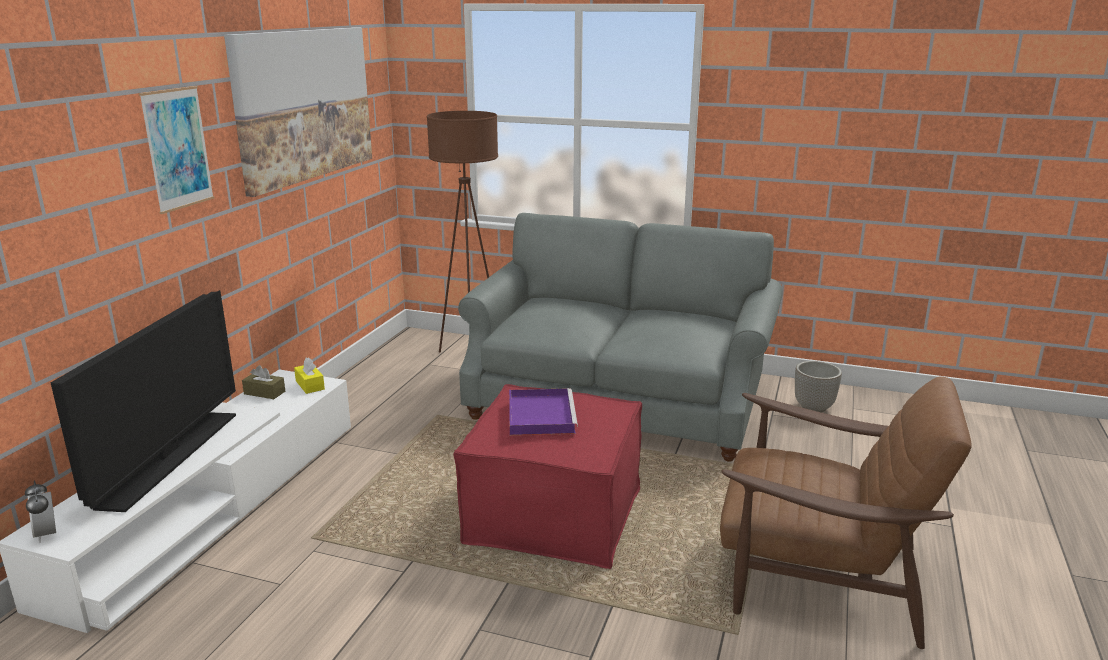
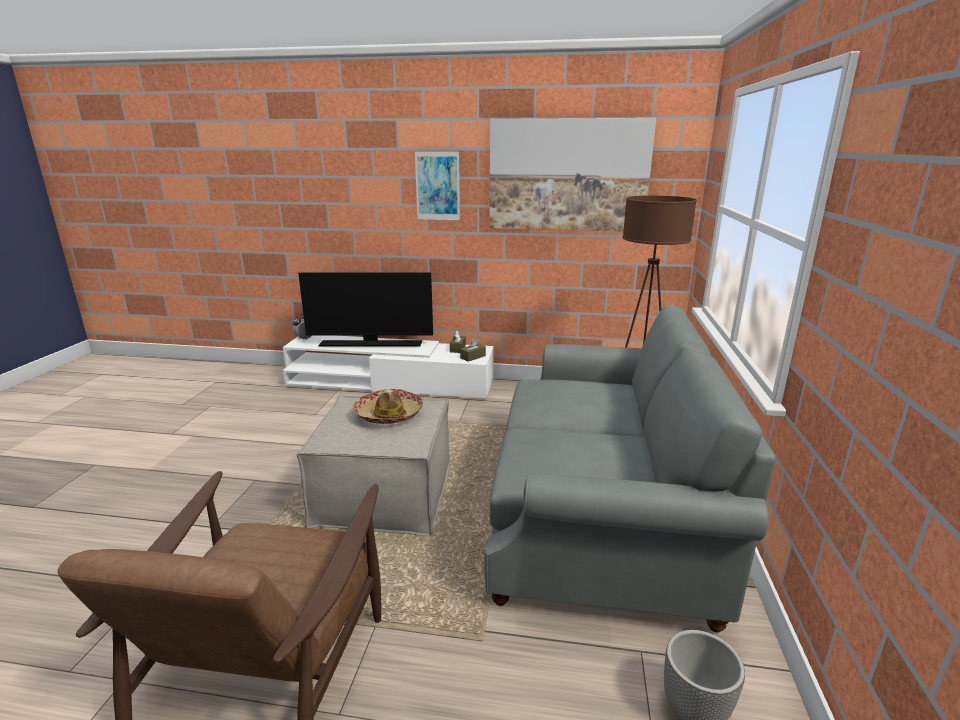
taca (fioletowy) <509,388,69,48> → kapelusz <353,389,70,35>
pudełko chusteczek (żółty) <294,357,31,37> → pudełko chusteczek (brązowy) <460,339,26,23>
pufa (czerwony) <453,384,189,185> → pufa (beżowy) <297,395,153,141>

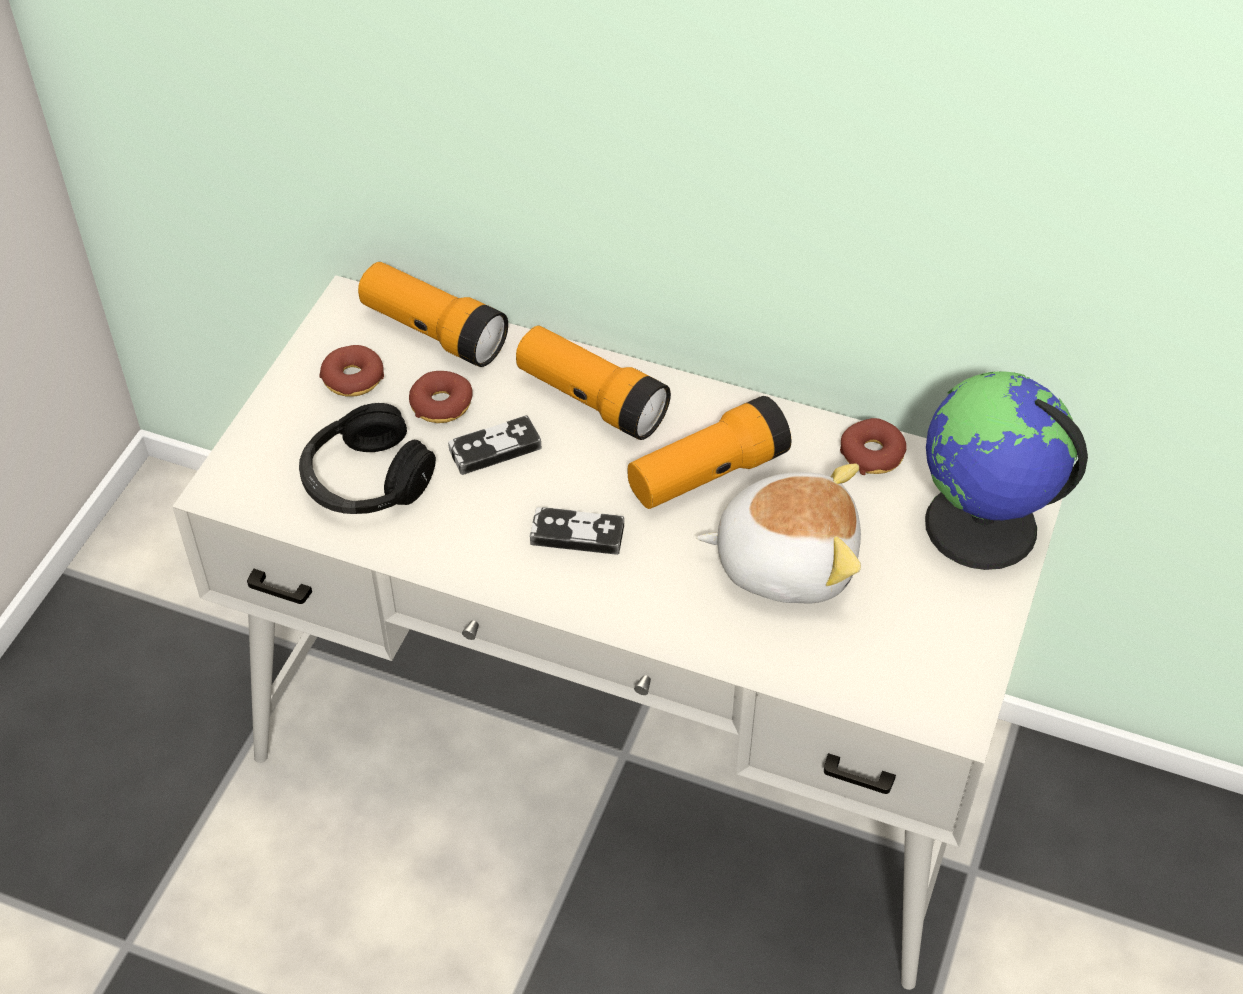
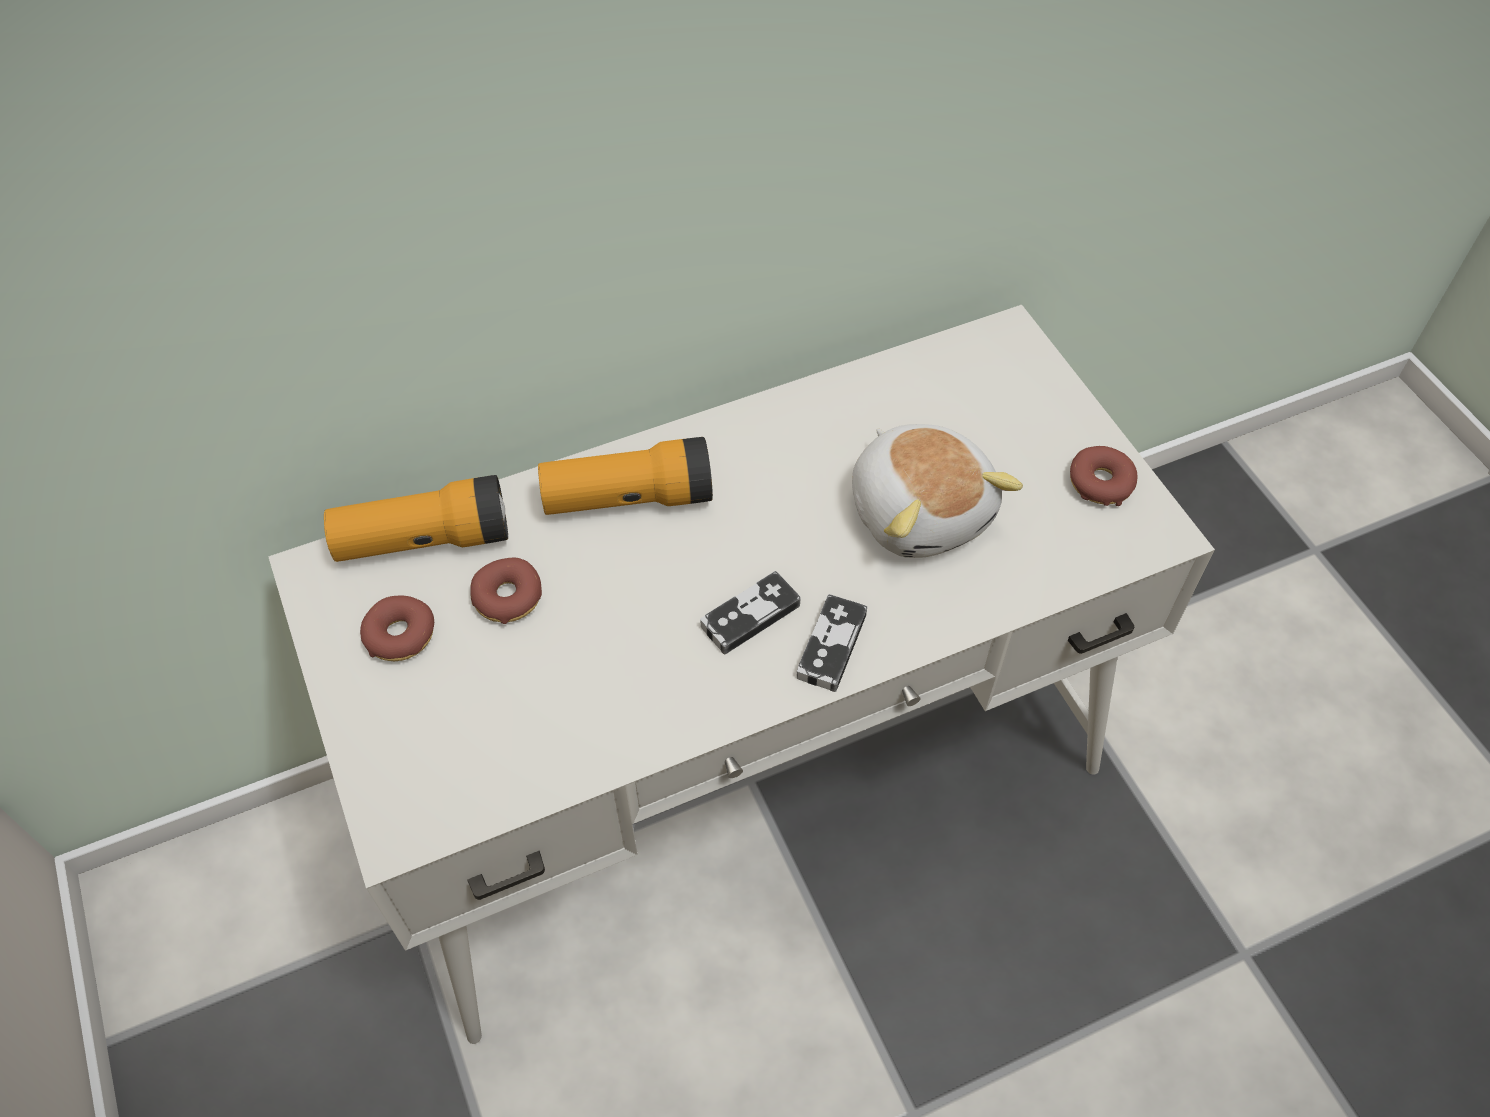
słuchawki (czarny) <299,403,137,111> → -
latarka <628,396,163,113> → -
globus <925,371,163,199> → -
pad do gier <448,415,93,60> → pad do gier <796,594,71,98>, move
donut <840,418,67,57> → donut <1070,446,67,60>, move
pluszak <697,463,164,141> → pluszak <852,424,171,134>, 105 degrees clockwise

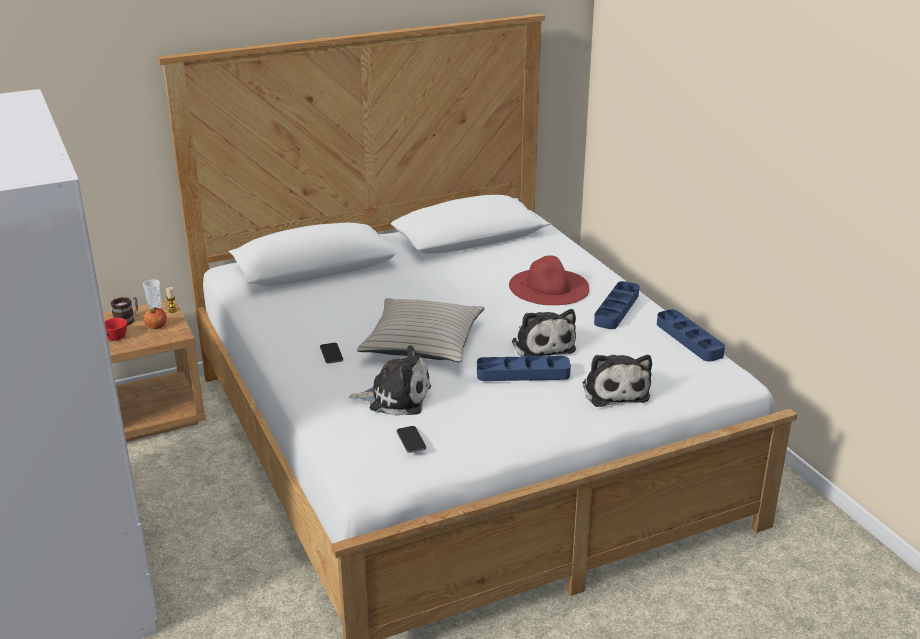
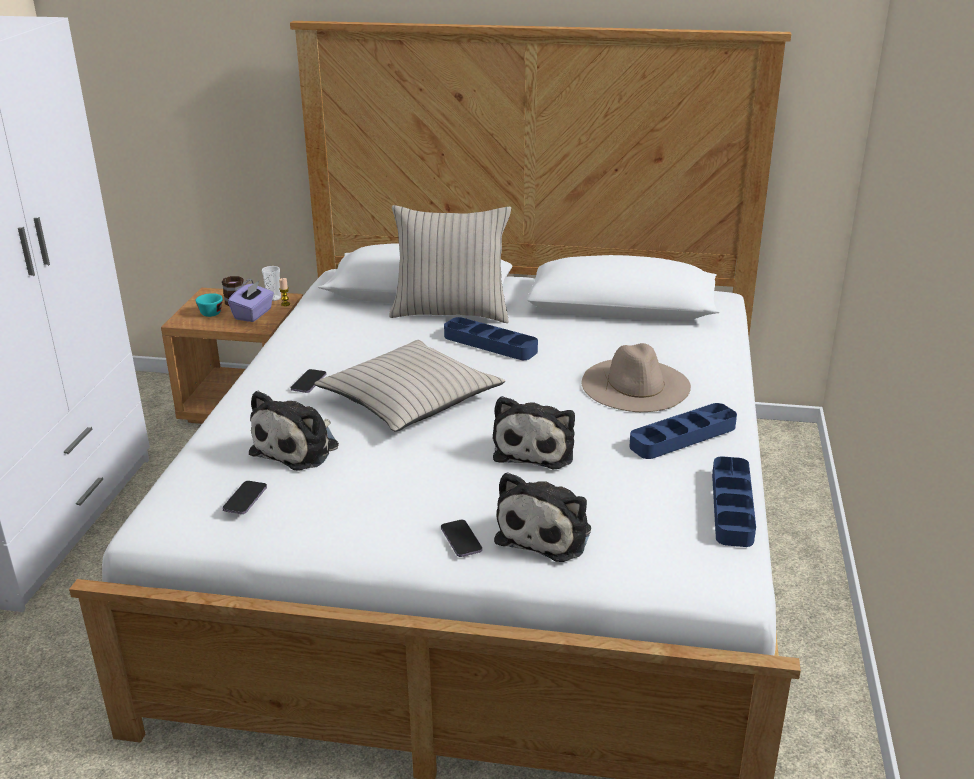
- → poduszka (beżowy) <389,205,122,118>
- → telefon <441,520,41,37>
taca (niebieski) <477,356,94,25> → taca (niebieski) <444,317,94,43>, move
jabłko <144,307,23,22> → pudełko chusteczek (fioletowy) <228,281,46,41>
filiżanka (czerwony) <104,318,23,22> → filiżanka (turkusowy) <196,293,27,24>
kapelusz (czerwony) <509,255,80,50> → kapelusz (beżowy) <582,343,109,69>
pluszak <349,345,82,71> → pluszak <249,391,90,80>, 75 degrees clockwise

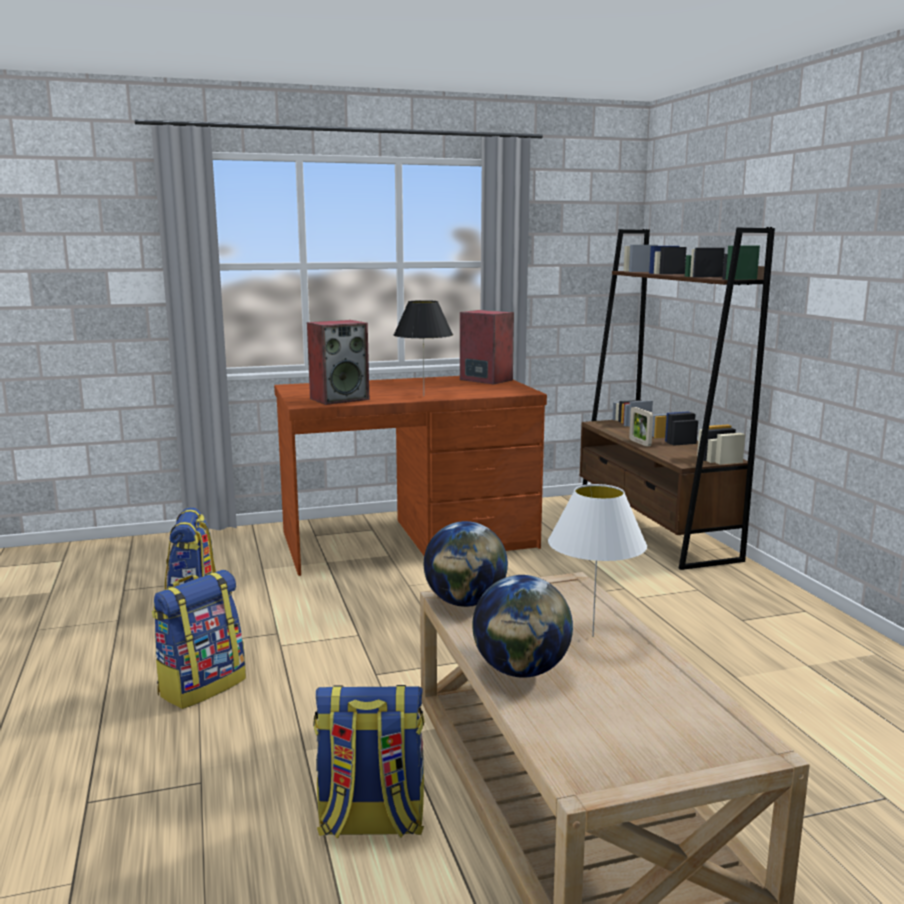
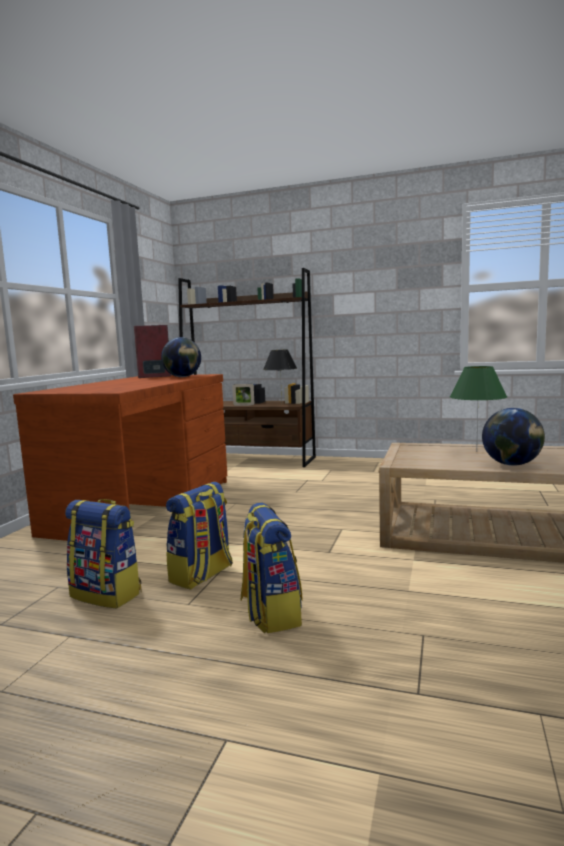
głośnik <307,320,62,85> → -
plecak <313,685,111,153> → plecak <166,482,67,107>, move
lampa stołowa (czarny) <394,300,59,93> → lampa stołowa (czarny) <263,350,34,55>, move
globus <424,521,84,86> → globus <161,337,40,40>, move
lampa stołowa (biały) <548,484,99,153> → lampa stołowa (zielony) <450,366,57,86>

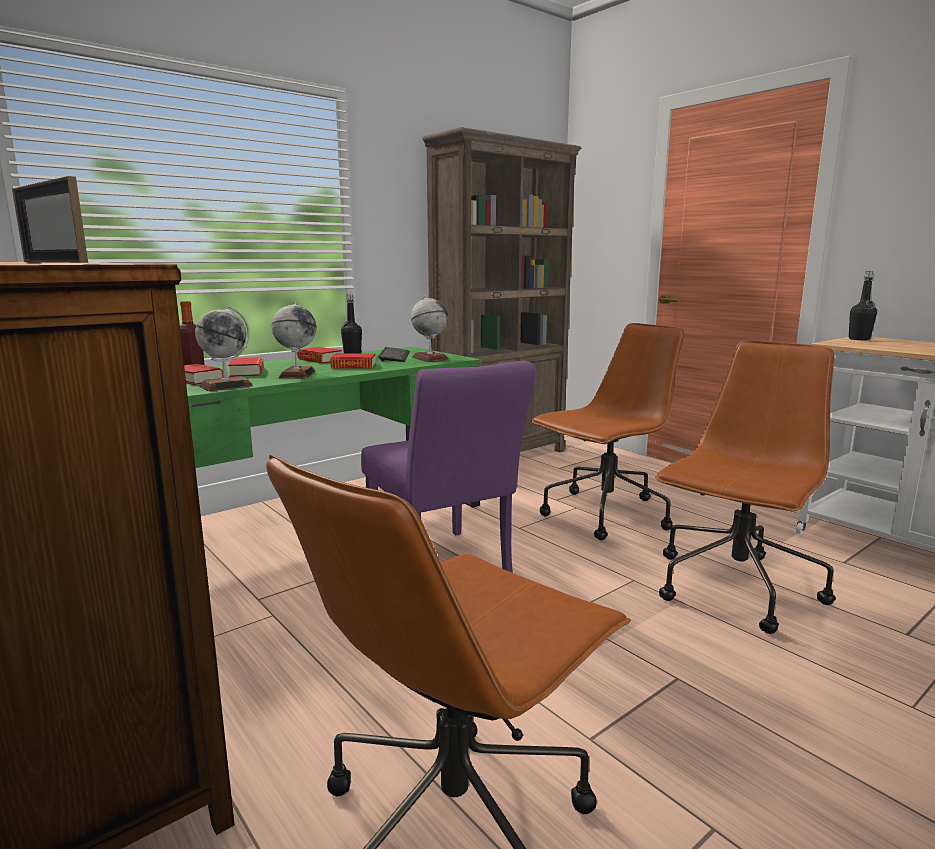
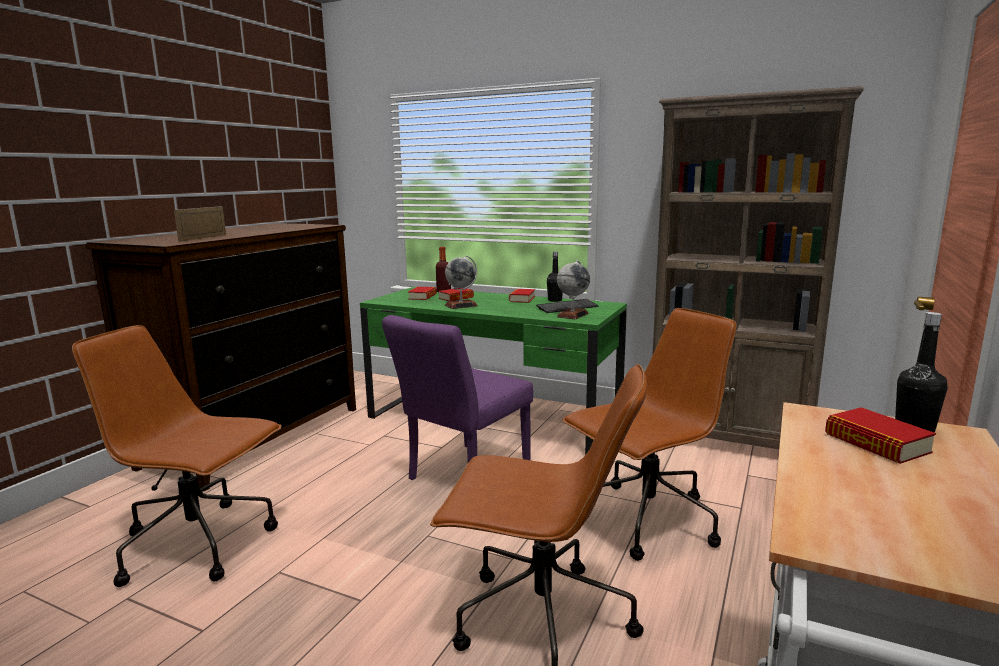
globus <195,306,58,85> → -
książka <330,353,46,15> → książka <825,407,111,57>, move
krzesło biurowe (brązowy) <531,323,154,217> → krzesło biurowe (brązowy) <562,308,175,253>, 60 degrees counterclockwise

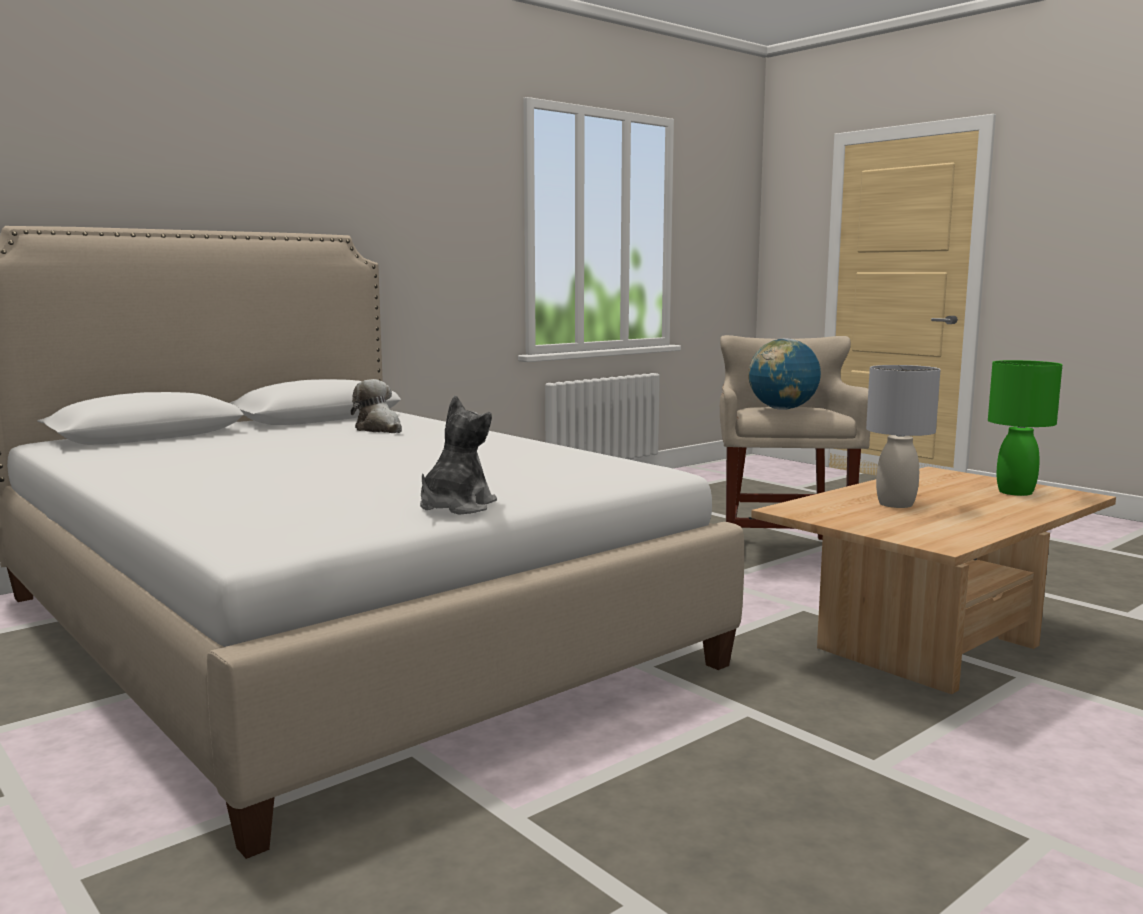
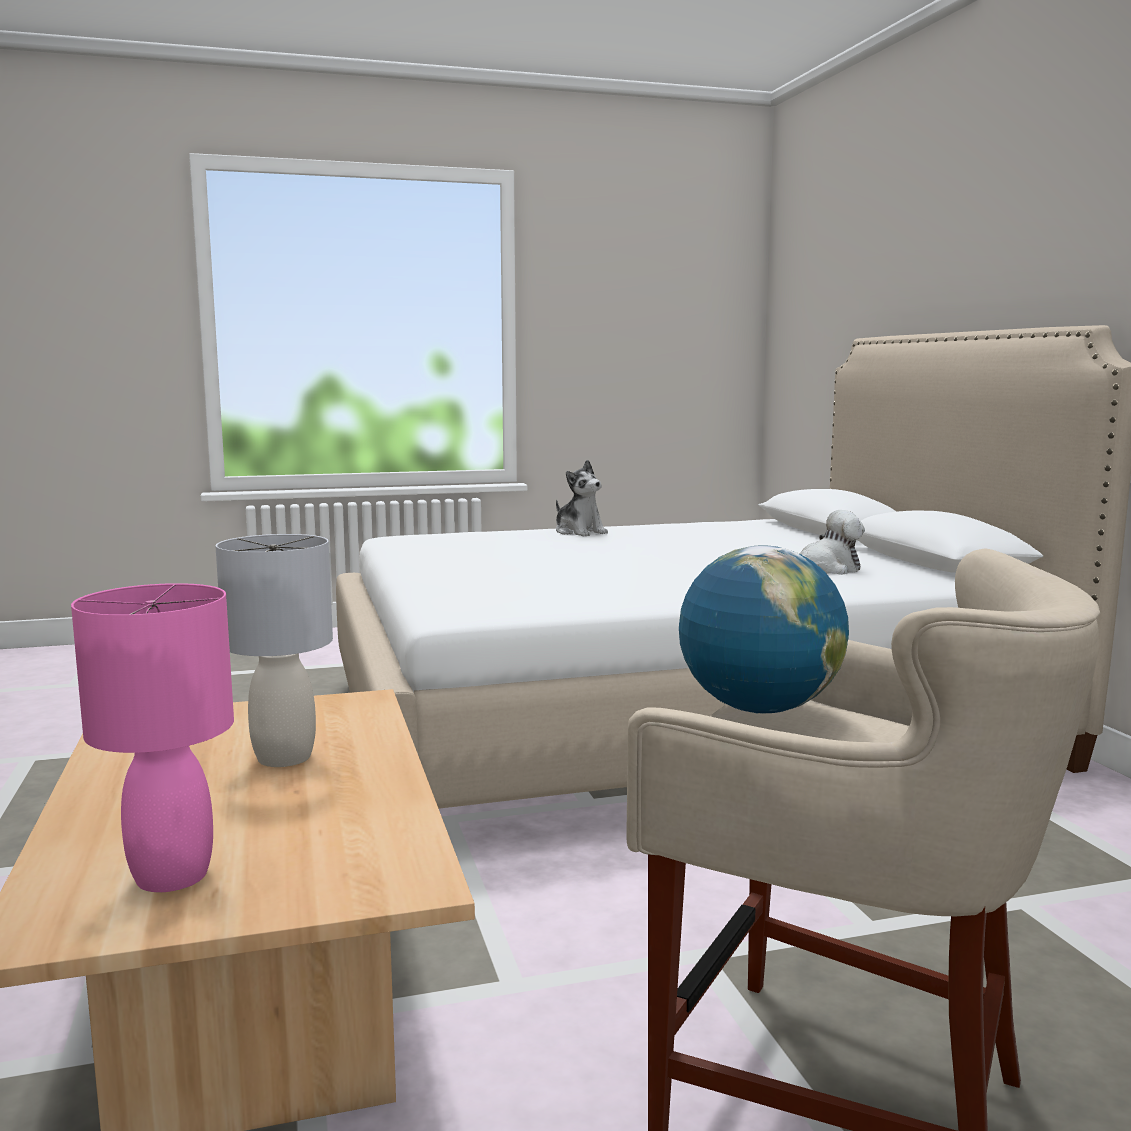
pluszak <420,395,77,120> → pluszak <556,460,52,76>, move
lampa stołowa (zielony) <988,360,75,136> → lampa stołowa (różowy) <71,583,163,309>

